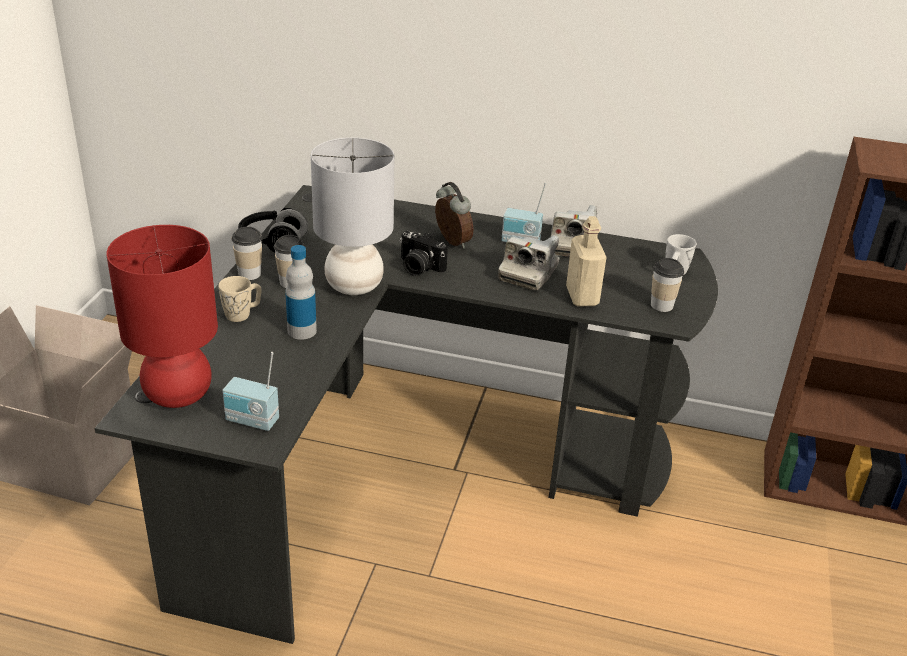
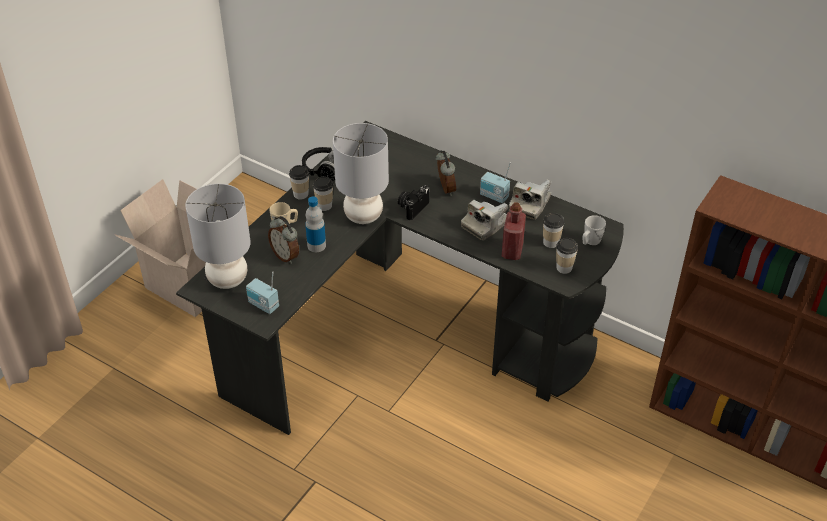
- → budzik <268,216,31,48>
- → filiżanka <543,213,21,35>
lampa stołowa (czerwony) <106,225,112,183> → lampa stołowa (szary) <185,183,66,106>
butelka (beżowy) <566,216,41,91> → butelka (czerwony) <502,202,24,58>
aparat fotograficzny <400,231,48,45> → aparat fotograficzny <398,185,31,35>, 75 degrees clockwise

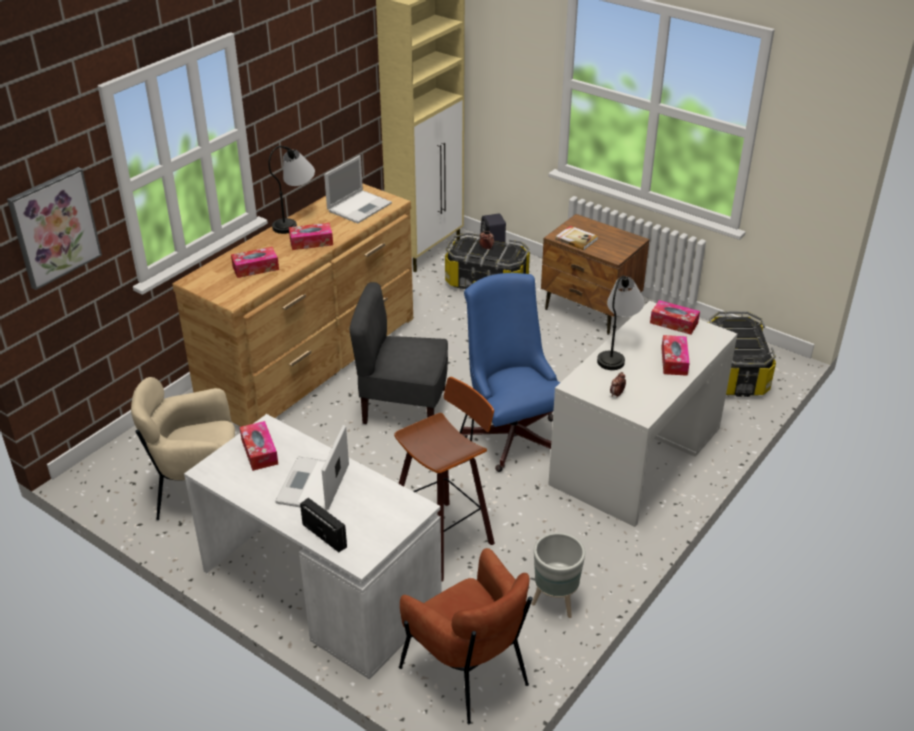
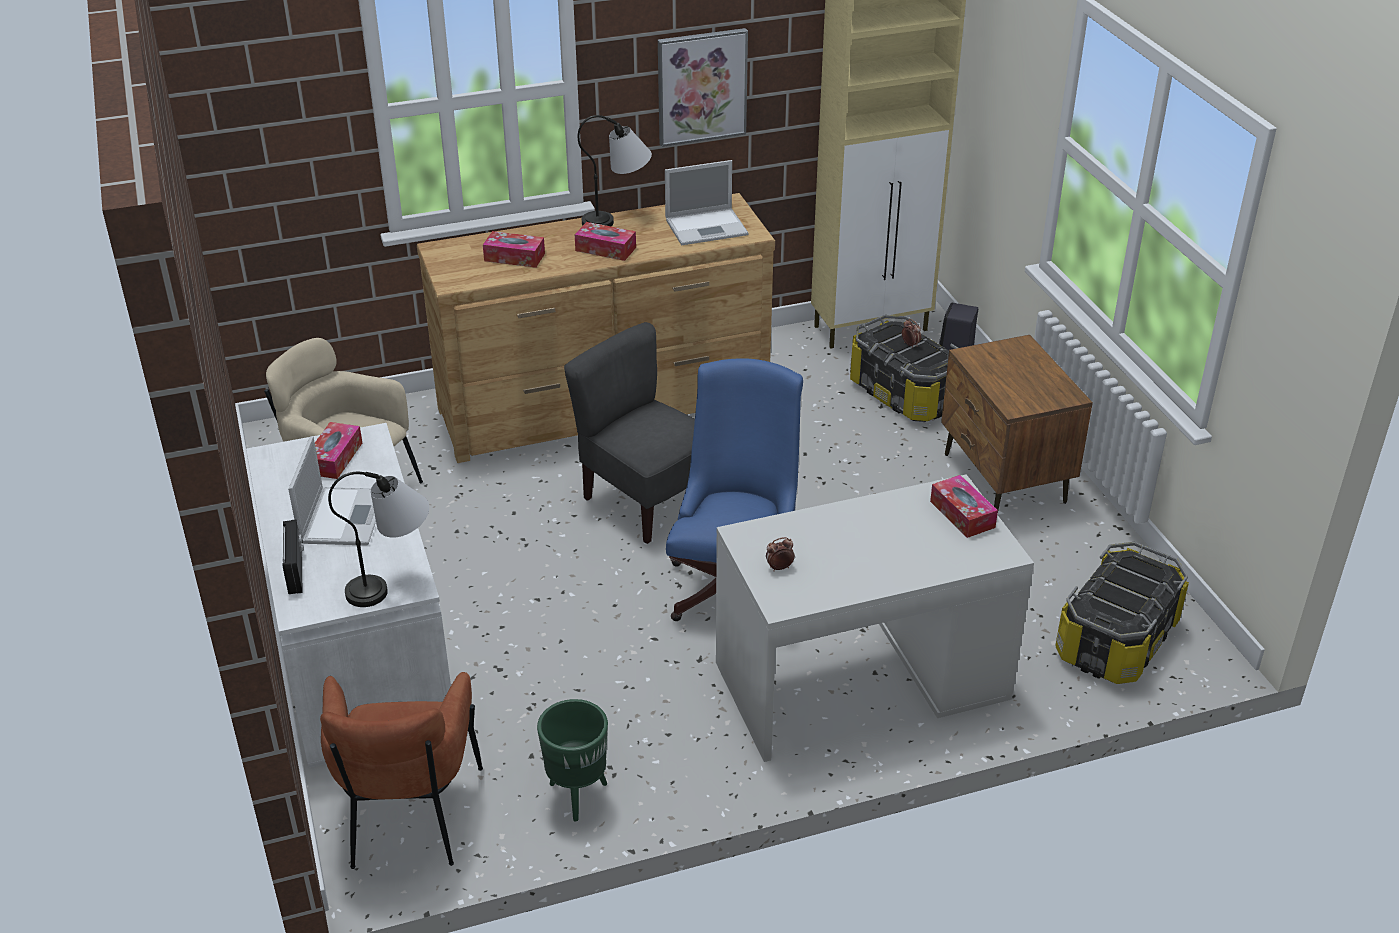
stołek <394,377,101,205> → -
książka <555,226,43,24> → -
pudełko chusteczek <661,335,29,41> → -
obraz <7,167,95,123> → obraz <658,28,90,119>, move
lampa stołowa <597,275,47,95> → lampa stołowa <328,472,101,135>, move
donica (szary) <532,533,53,85> → donica (zielony) <537,699,71,123>
laptop <275,425,74,85> → laptop <288,436,88,110>, 135 degrees clockwise

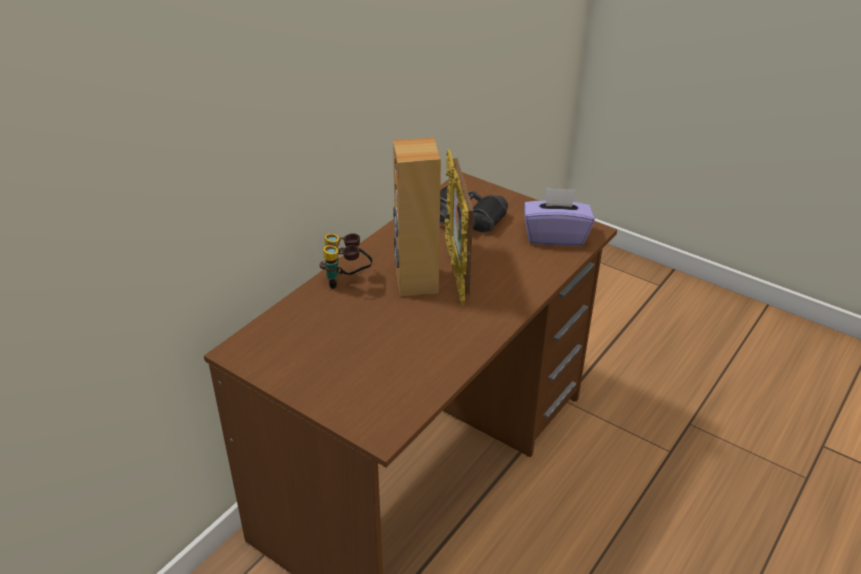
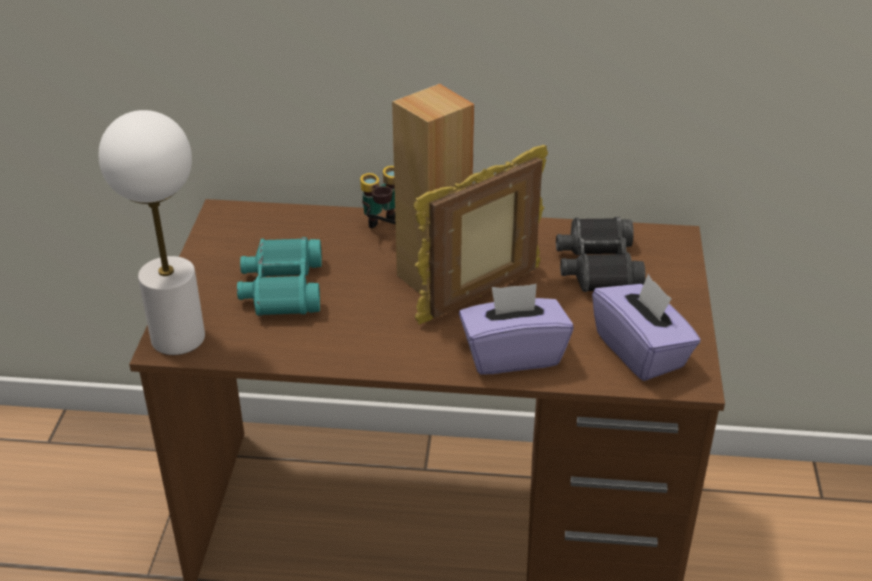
- → lampa stołowa (biały) <99,110,106,245>
- → lornetka (turkusowy) <237,237,85,79>
- → pudełko chusteczek (fioletowy) <459,284,115,91>

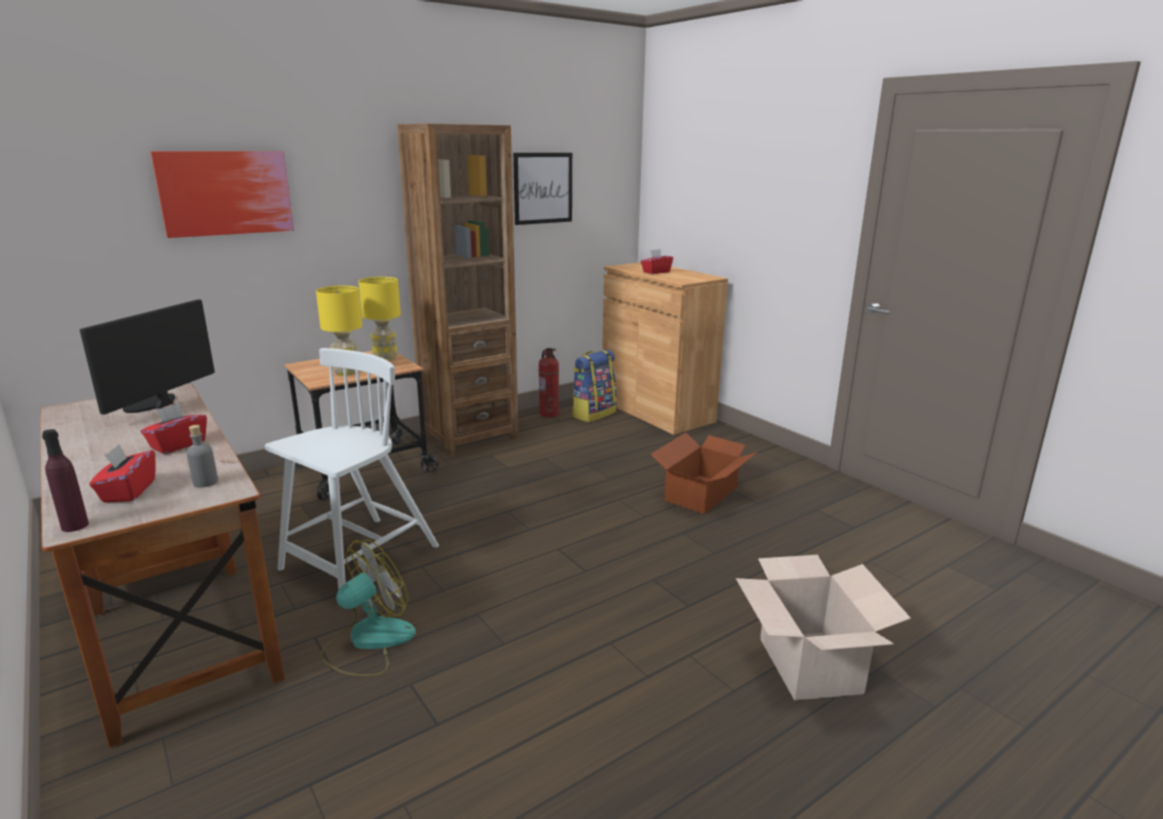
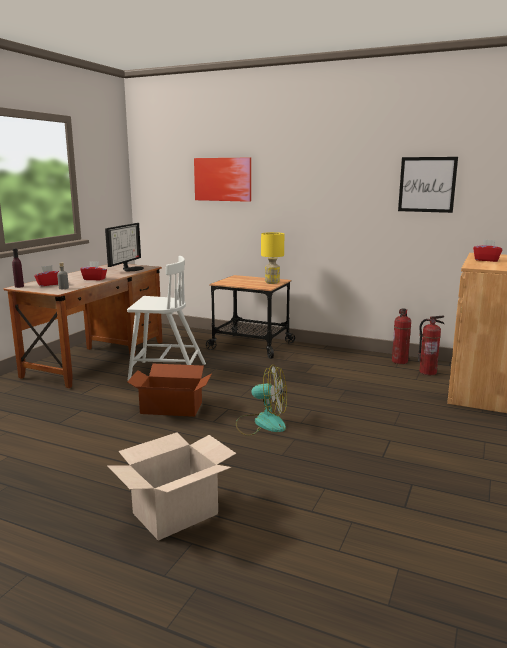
lampa stołowa (żółty) <316,286,46,90> → -
regał (brązowy) <397,124,122,332> → -
wentylator <320,539,96,138> → wentylator <236,365,51,71>, move
karton <650,432,108,82> → karton <127,364,85,53>, move
plecak <572,349,45,73> → gaśnica <418,315,26,60>
monitor <80,299,135,116> → monitor <105,223,39,48>, 120 degrees clockwise

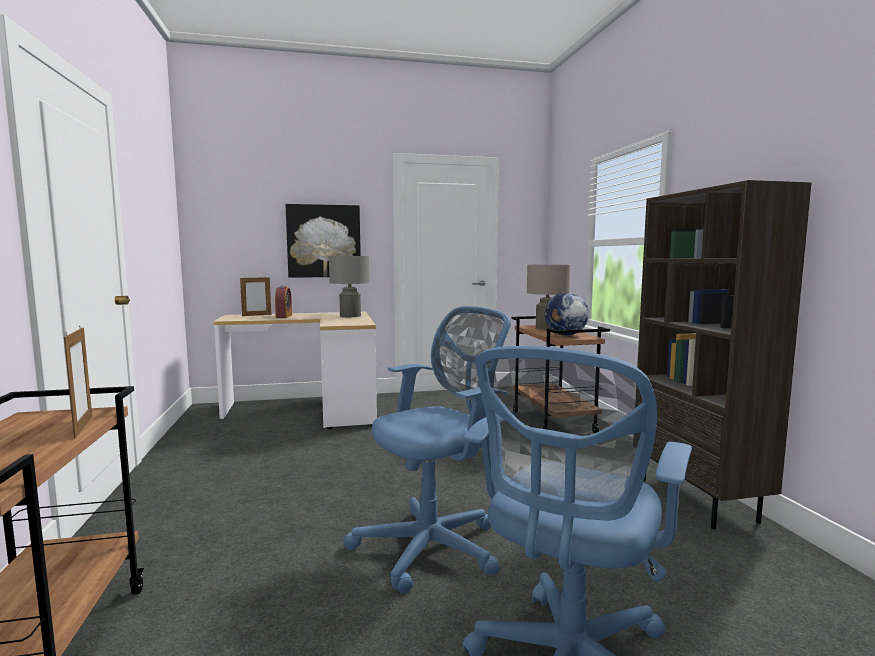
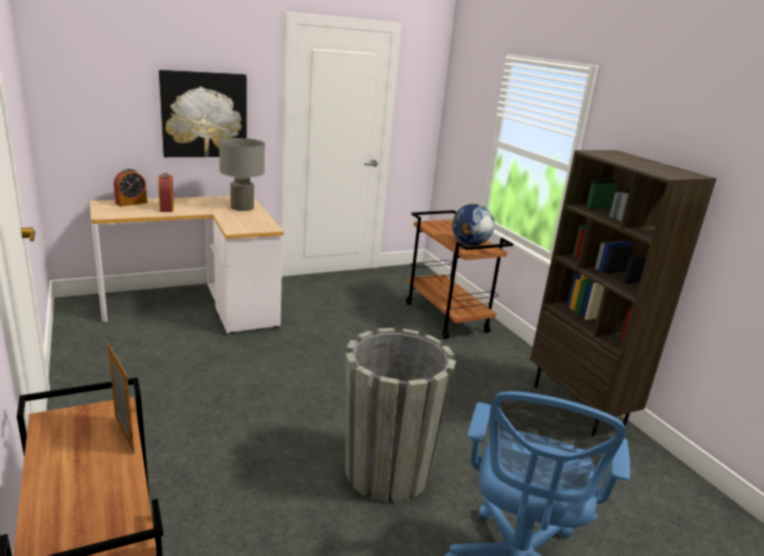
lampa stołowa (beżowy) <527,265,43,65> → -
ramka na zdjęcie <240,277,31,39> → budzik <114,169,33,38>
krzesło biurowe (niebieski) <343,306,168,288> → donica (szary) <345,328,111,175>

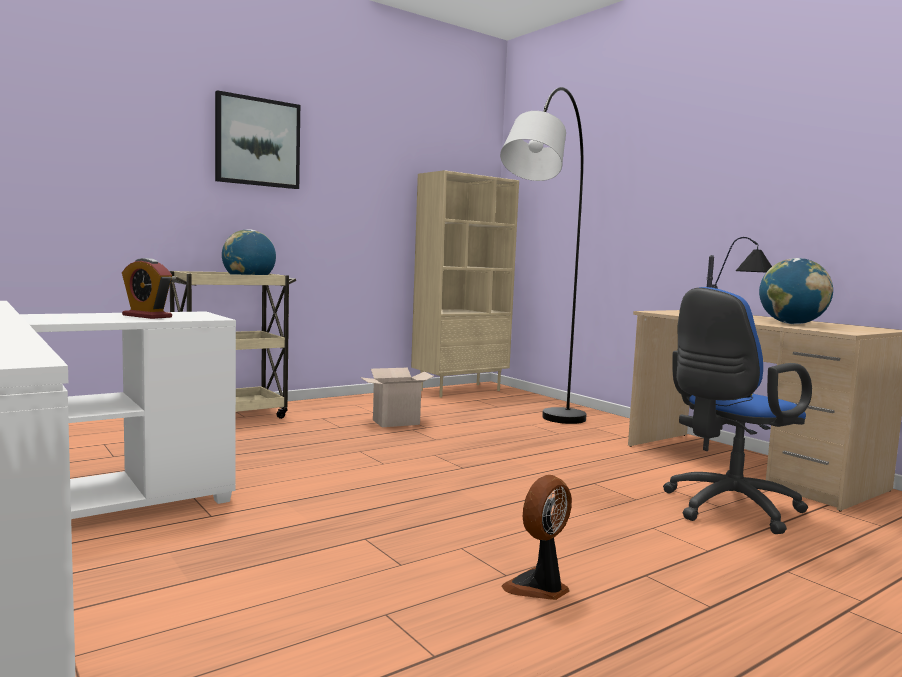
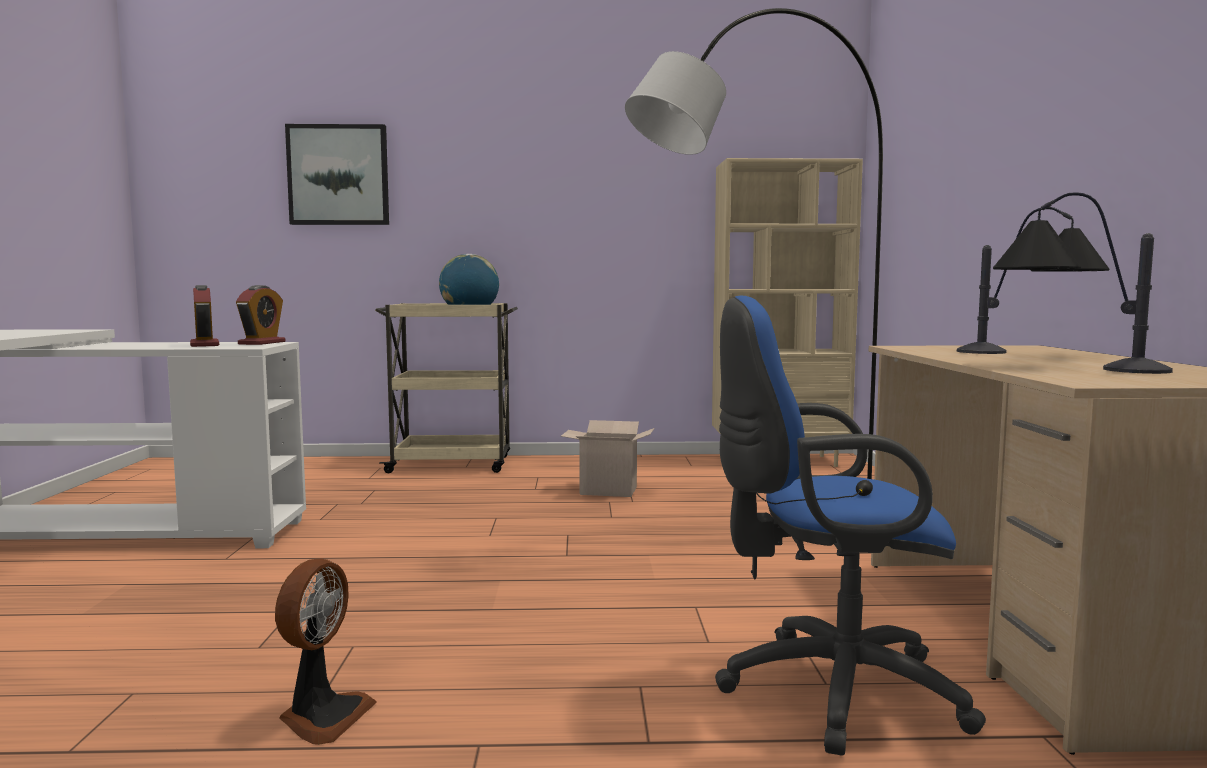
- → budzik <236,285,50,60>
obraz <215,90,85,99> → obraz <285,124,104,101>, move
globus <759,258,74,66> → lampa stołowa <993,192,180,182>
wentylator <501,475,71,125> → wentylator <275,559,102,186>, 120 degrees clockwise

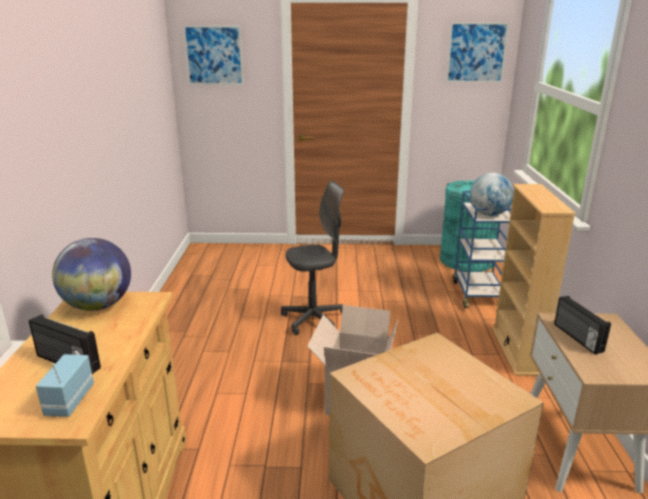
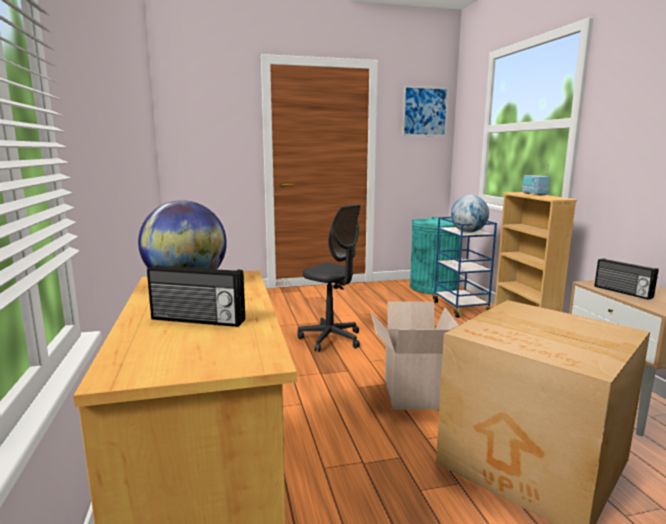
obraz <183,25,61,60> → -
radio <36,354,58,63> → radio <522,164,28,31>, move
krzesło biurowe (szary) <281,181,63,154> → krzesło biurowe (szary) <298,204,63,148>, 75 degrees clockwise

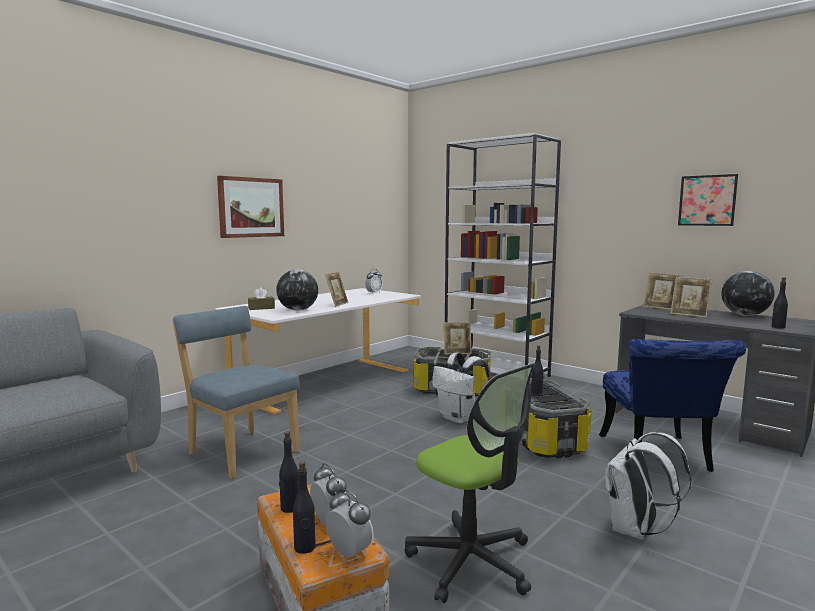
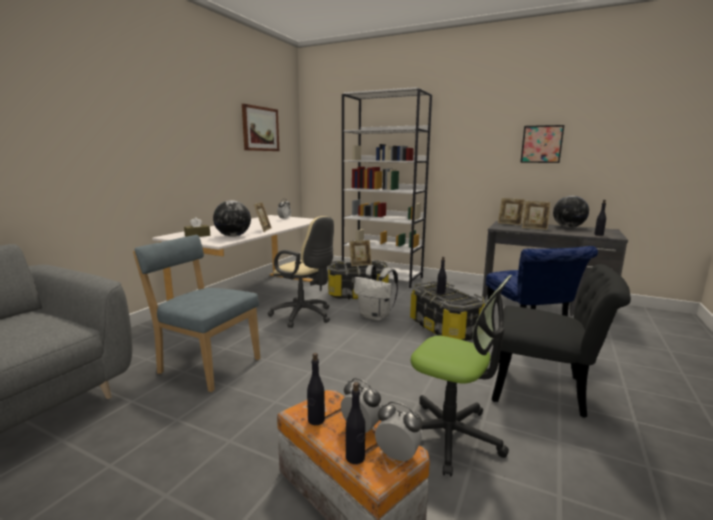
- → krzesło biurowe (beżowy) <268,216,66,112>
obraz <217,176,67,62> → obraz <242,104,37,47>, move
plecak (biały) <606,432,85,108> → krzesło (czarny) <492,264,139,154>

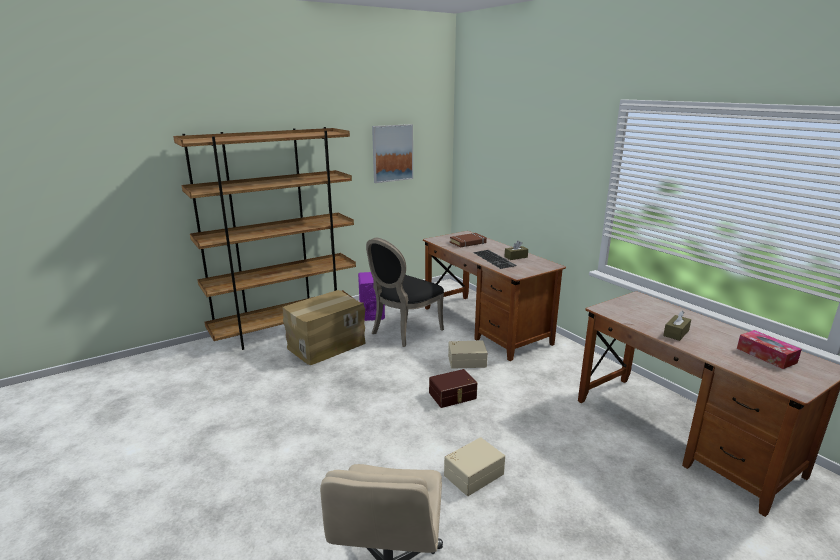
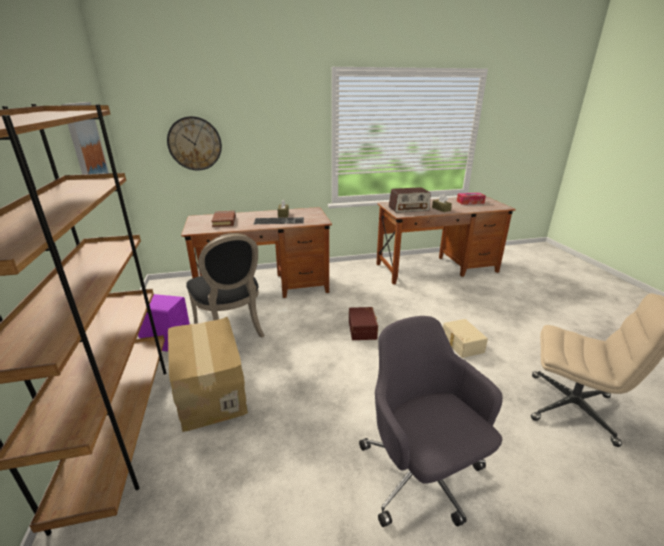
pojemnik do przechowywania (beżowy) <448,340,40,29> → -
- → zegar ścienny <167,116,55,54>
- → krzesło biurowe (szary) <359,316,144,211>
- → radio <388,187,42,26>

